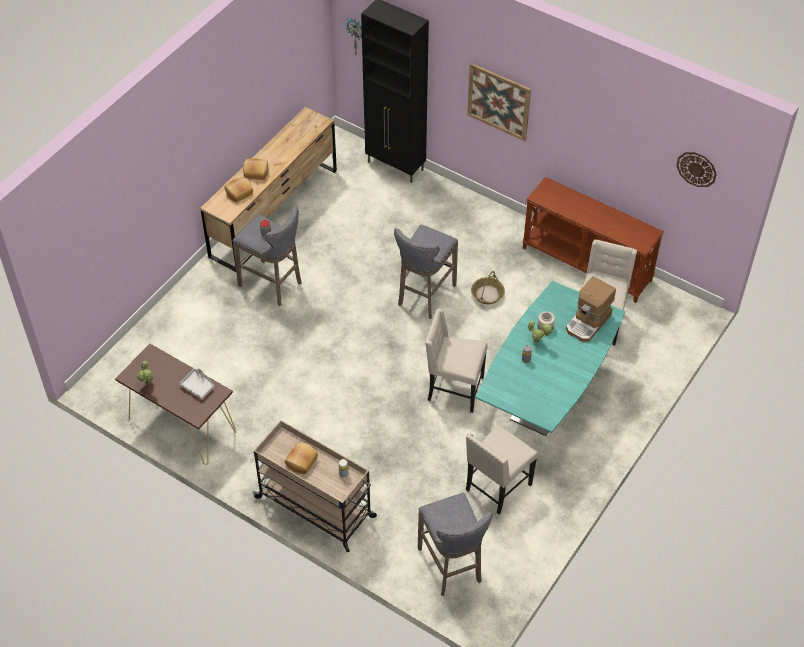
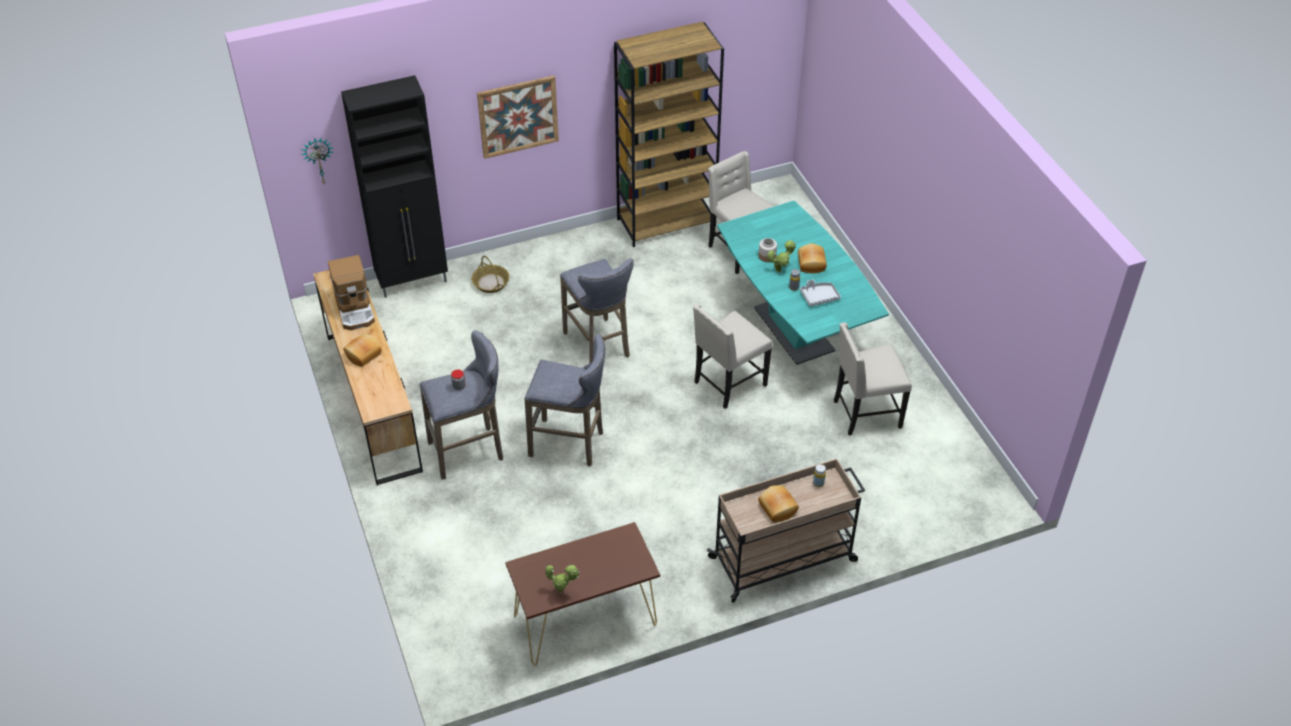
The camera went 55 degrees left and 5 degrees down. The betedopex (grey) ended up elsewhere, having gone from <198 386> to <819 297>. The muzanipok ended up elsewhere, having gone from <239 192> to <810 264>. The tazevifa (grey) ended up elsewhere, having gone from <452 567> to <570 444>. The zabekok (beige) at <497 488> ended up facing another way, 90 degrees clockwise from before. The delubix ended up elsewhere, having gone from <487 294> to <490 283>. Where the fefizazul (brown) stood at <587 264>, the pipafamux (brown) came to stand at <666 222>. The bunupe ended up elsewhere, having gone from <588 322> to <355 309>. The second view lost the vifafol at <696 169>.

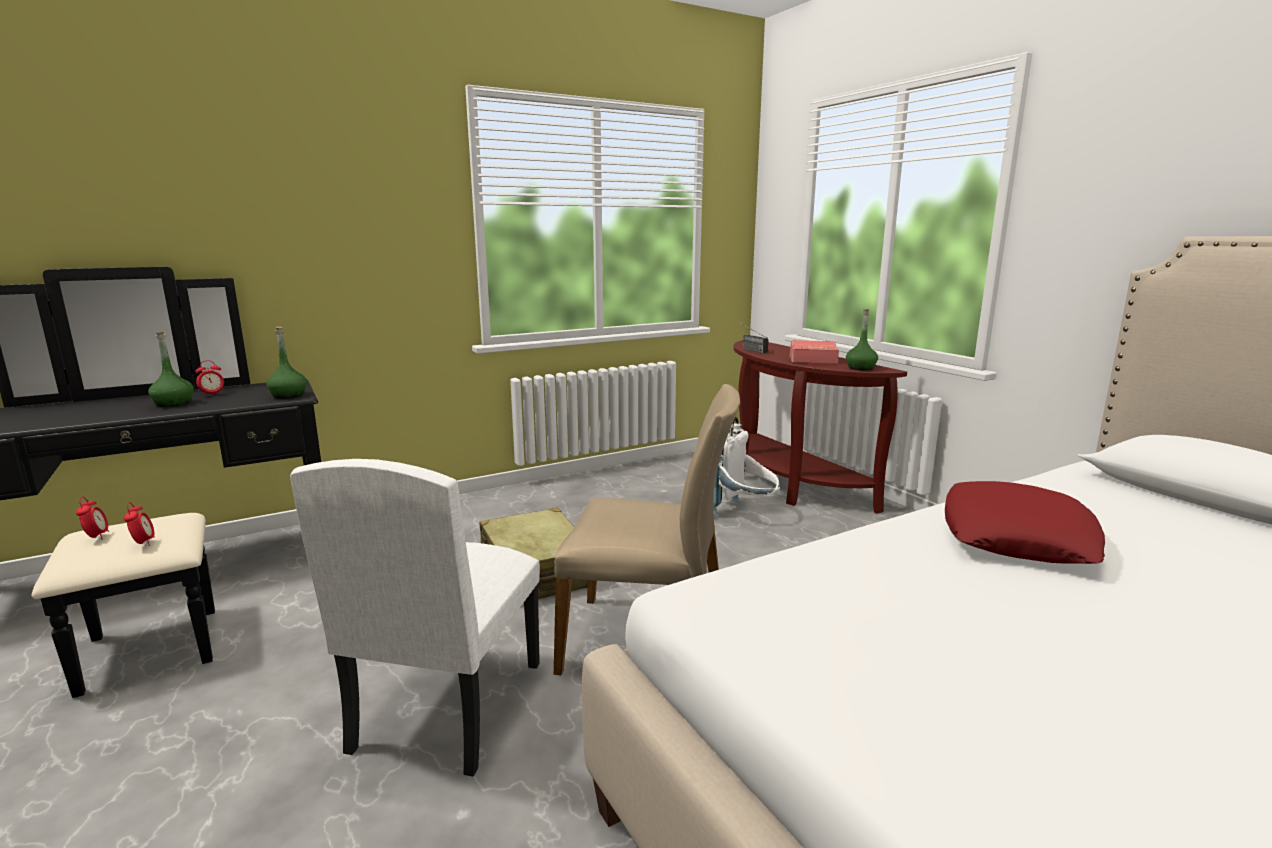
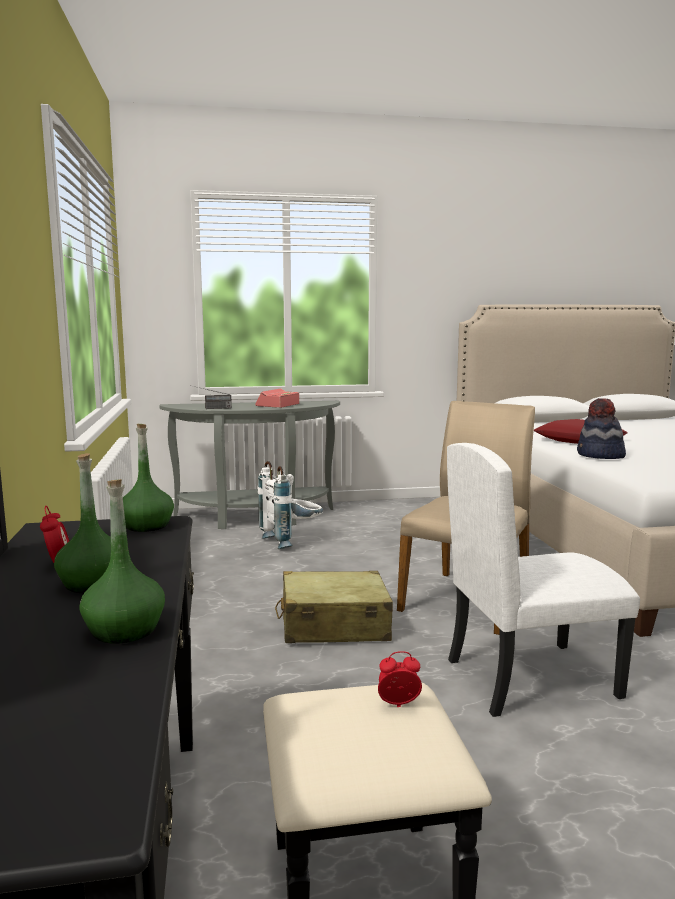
The camera went 70 degrees left and 5 degrees down. The second view lost the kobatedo at <97 537>. The zabekok (white) at <447 705> ended up facing another way, 135 degrees clockwise from before. What was the fefizazul (brown) at <788 484> turned into the fefizazul (grey) at <255 518>. The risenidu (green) ended up elsewhere, having gone from <860 368> to <124 630>. The second view gained the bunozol at <600 456>.

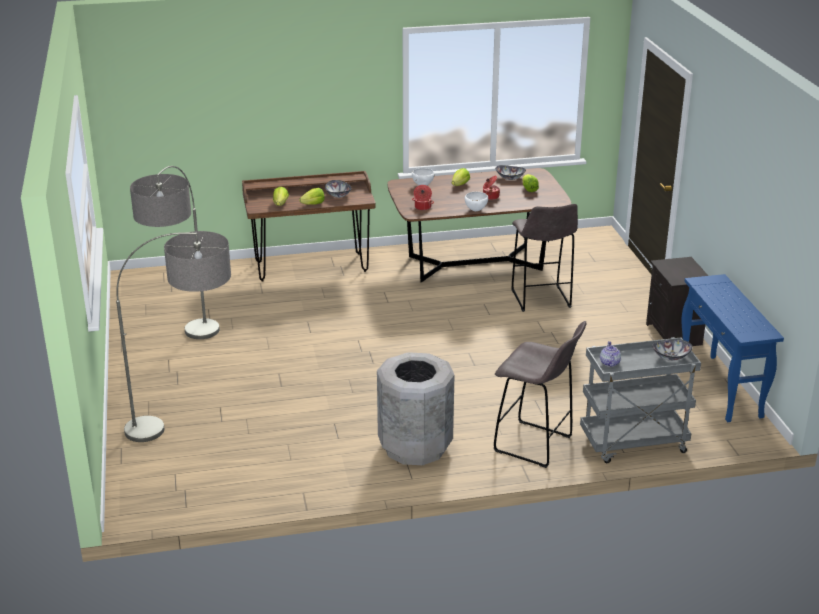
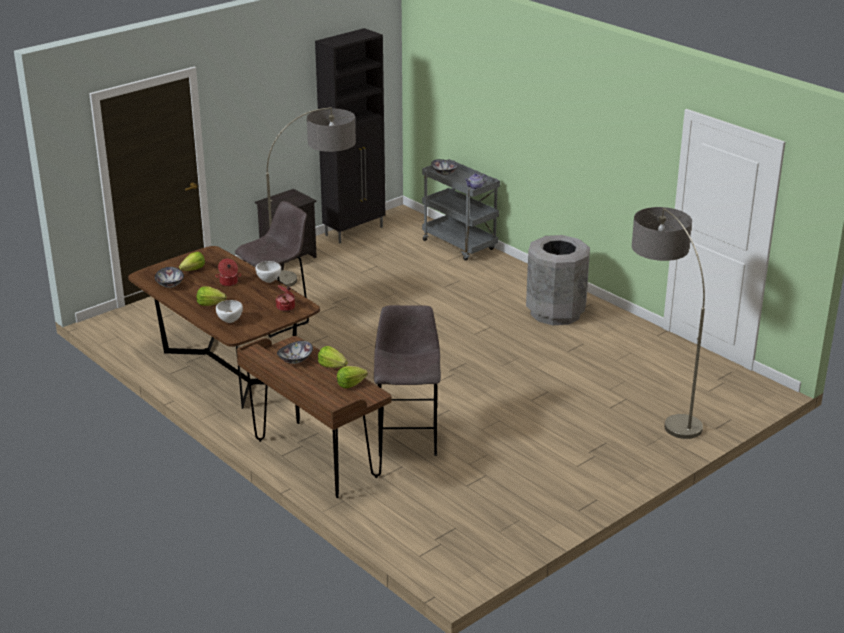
The camera went 120 degrees left and 0 degrees up. The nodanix ended up elsewhere, having gone from <186 351> to <318 275>. The tazevifa (grey) ended up elsewhere, having gone from <535 445> to <408 439>. Where the fefizazul (blue) stood at <721 388>, the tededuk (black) came to stand at <355 231>.

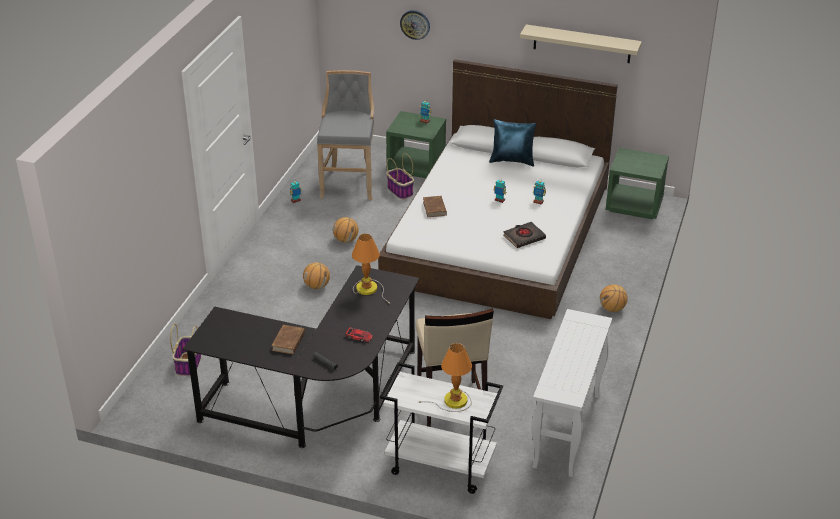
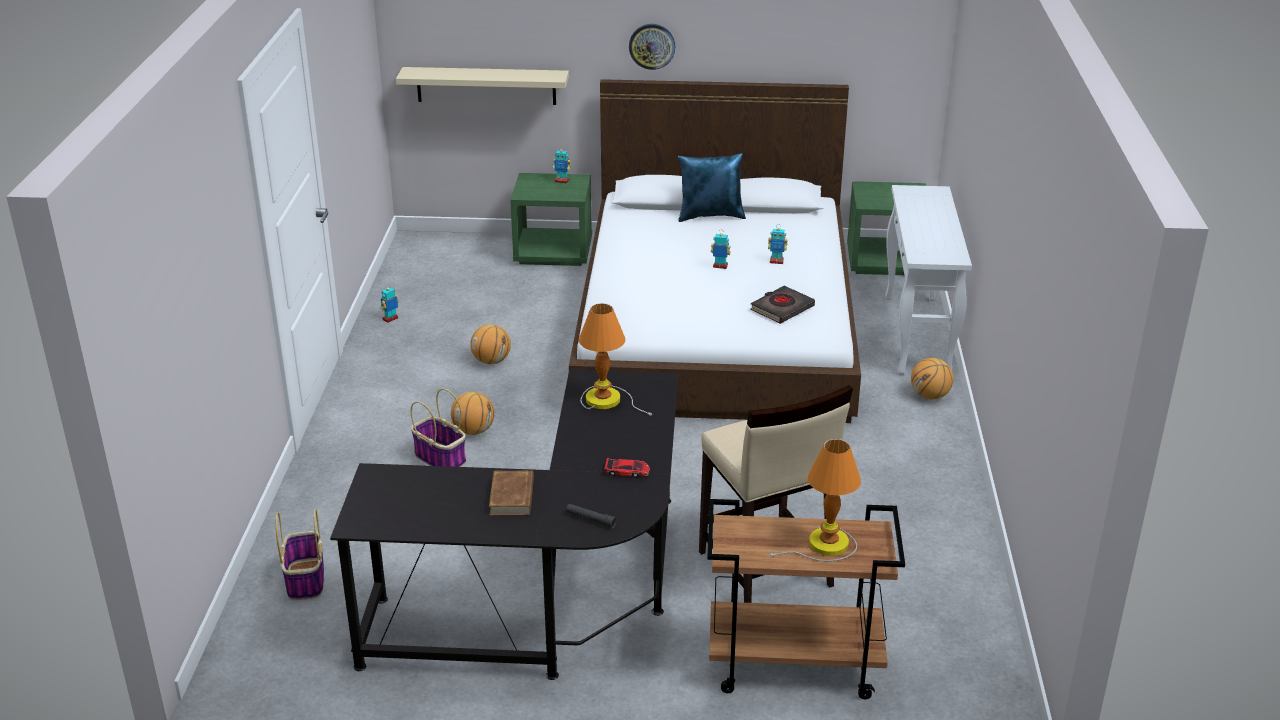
The camera went 15 degrees left and 5 degrees down. The second view lost the tazevifa (grey) at <349 182>. What was the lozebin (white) at <439 466> turned into the lozebin (brown) at <792 666>. The delubix ended up elsewhere, having gone from <400 191> to <441 459>. The vifafol ended up elsewhere, having gone from <415 24> to <652 46>. The second view lost the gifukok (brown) at <434 208>. The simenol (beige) ended up elsewhere, having gone from <582 44> to <486 85>. The fefizazul (white) ended up elsewhere, having gone from <567 431> to <917 335>.

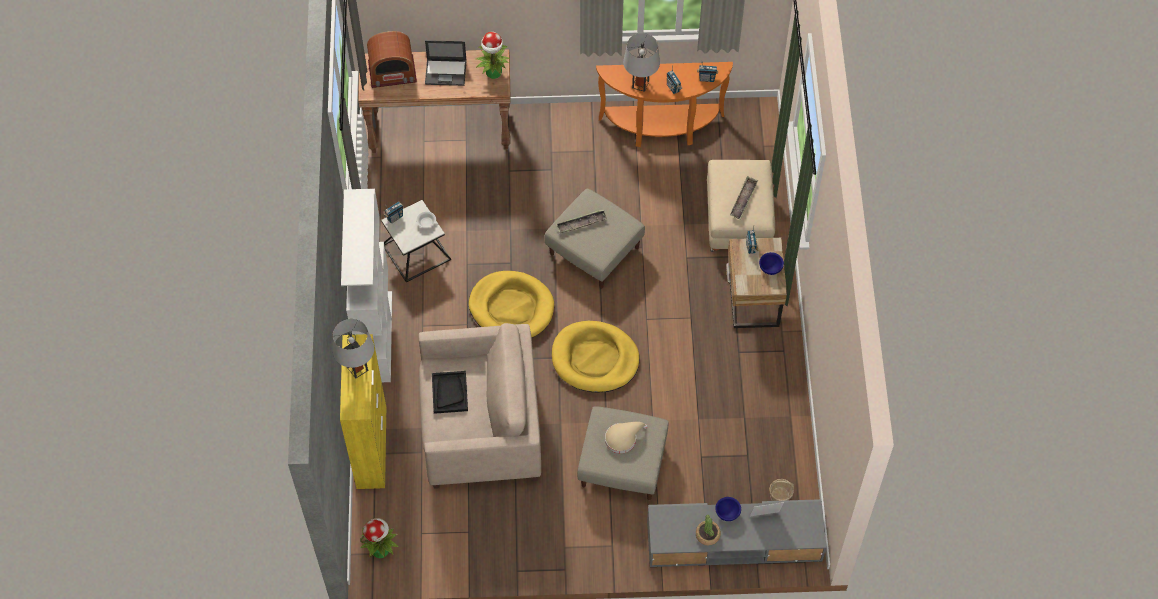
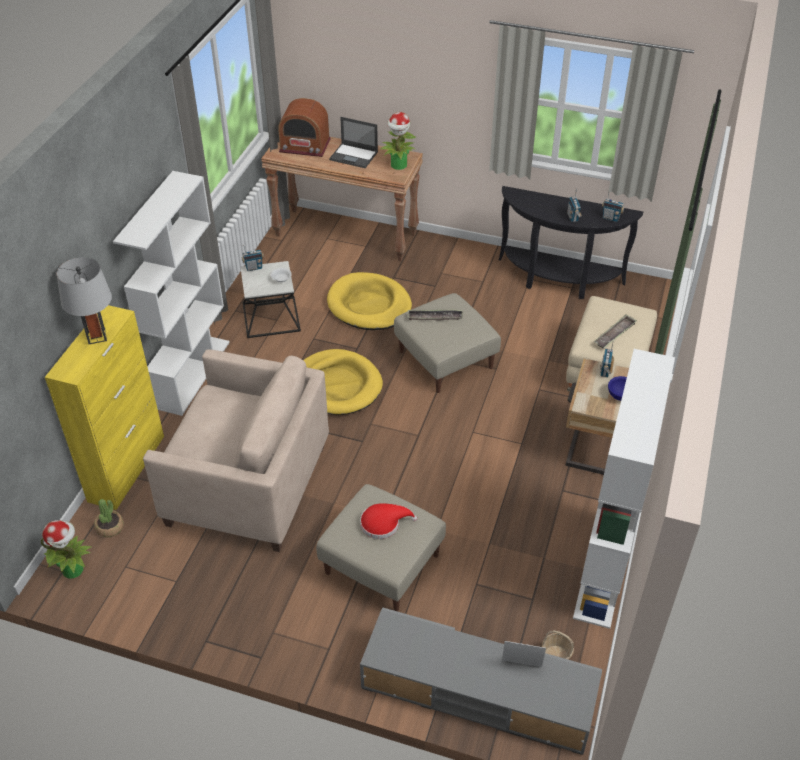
The camera went 20 degrees right and 15 degrees down. The second view lost the betedopex (black) at <449 392>. The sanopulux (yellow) ended up elsewhere, having gone from <595 359> to <369 305>. What was the fefizazul (orange) at <662 129> turned into the fefizazul (black) at <558 281>. What was the bunozol (beige) at <623 438> turned into the bunozol (red) at <383 523>. The second view lost the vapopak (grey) at <640 84>. The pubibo ended up elsewhere, having gone from <707 535> to <110 527>. The second view lost the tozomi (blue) at <727 513>. The second view gained the pipafamux (white) at <604 570>.

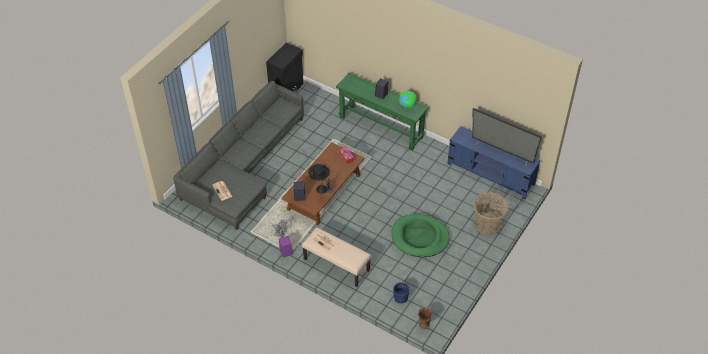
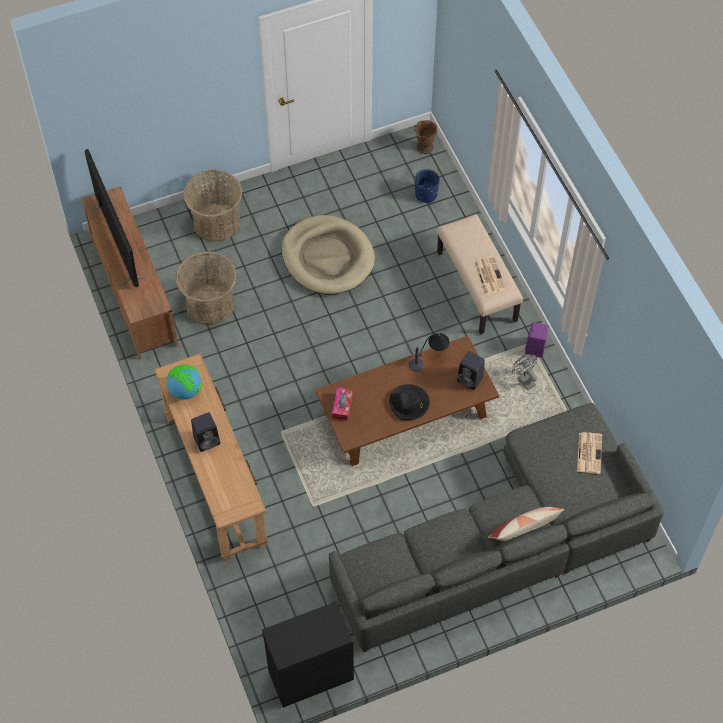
The camera went 145 degrees left and 10 degrees up. What was the fefizazul (green) at <381 127> turned into the fefizazul (brown) at <215 479>. What was the sanopulux (green) at <420 237> turned into the sanopulux (beige) at <327 258>. What was the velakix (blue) at <491 174> turned into the velakix (brown) at <133 290>. The second view gained the delubix at <210 304>. The second view gained the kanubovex at <524 530>.

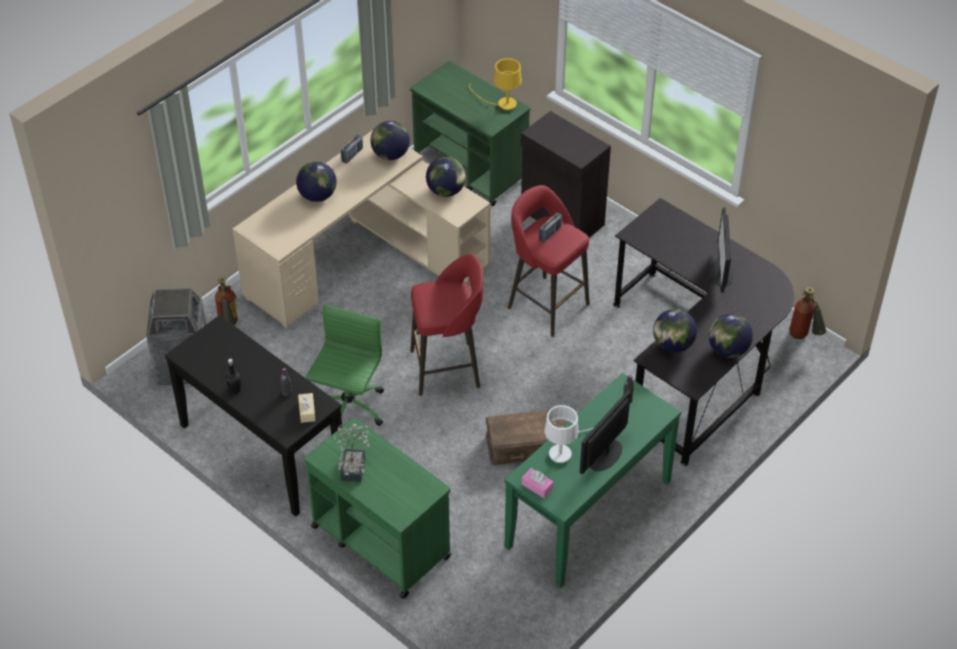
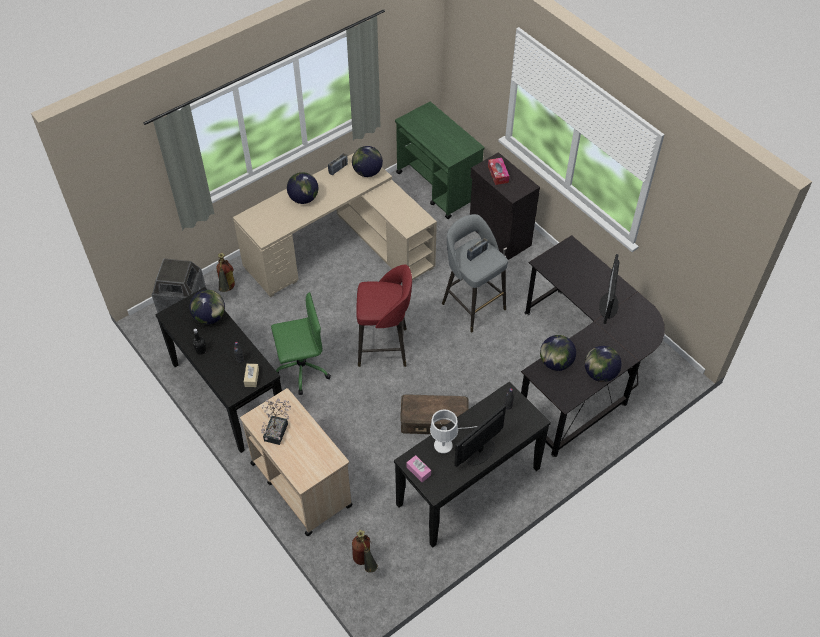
The camera went 10 degrees right and 5 degrees up. What was the lozebin (green) at <380 541> turned into the lozebin (beige) at <300 484>. The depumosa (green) at <348 408> ended up facing another way, 45 degrees clockwise from before. The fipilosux ended up elsewhere, having gone from <446 191> to <210 317>. The second view lost the vapopak (yellow) at <502 104>. What was the fefizazul (green) at <589 514> turned into the fefizazul (black) at <469 486>. What was the tazevifa (red) at <546 305> turned into the tazevifa (grey) at <472 305>. The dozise ended up elsewhere, having gone from <804 338> to <365 564>. The second view gained the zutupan at <498 174>.

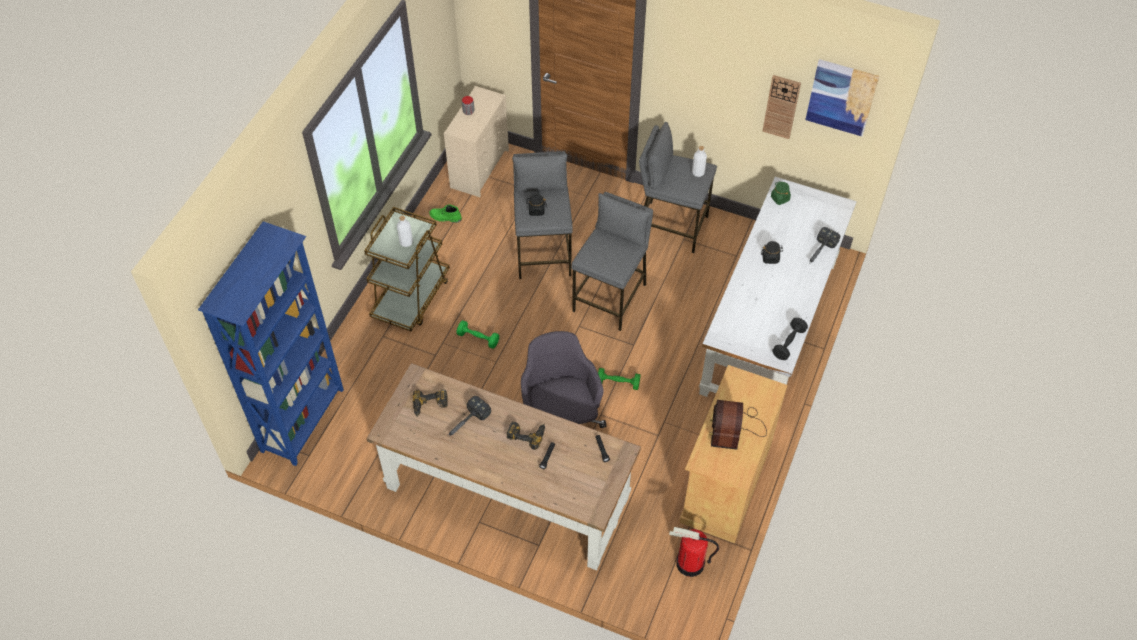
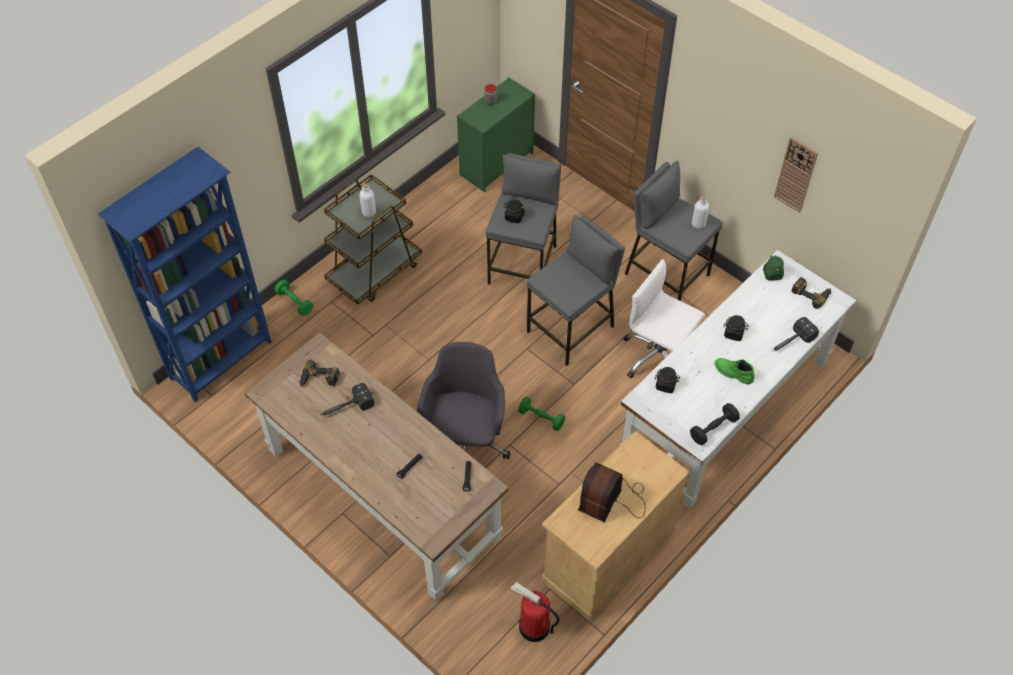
The camera went 20 degrees right and 0 degrees up. The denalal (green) ended up elsewhere, having gone from <445 217> to <733 373>. What was the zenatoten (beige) at <480 168> turned into the zenatoten (green) at <497 163>. The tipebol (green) ended up elsewhere, having gone from <478 338> to <294 302>. The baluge ended up elsewhere, having gone from <527 434> to <811 293>. The second view lost the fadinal at <841 97>. The second view gained the depumosa (white) at <658 357>. The second view gained the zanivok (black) at <666 385>.

